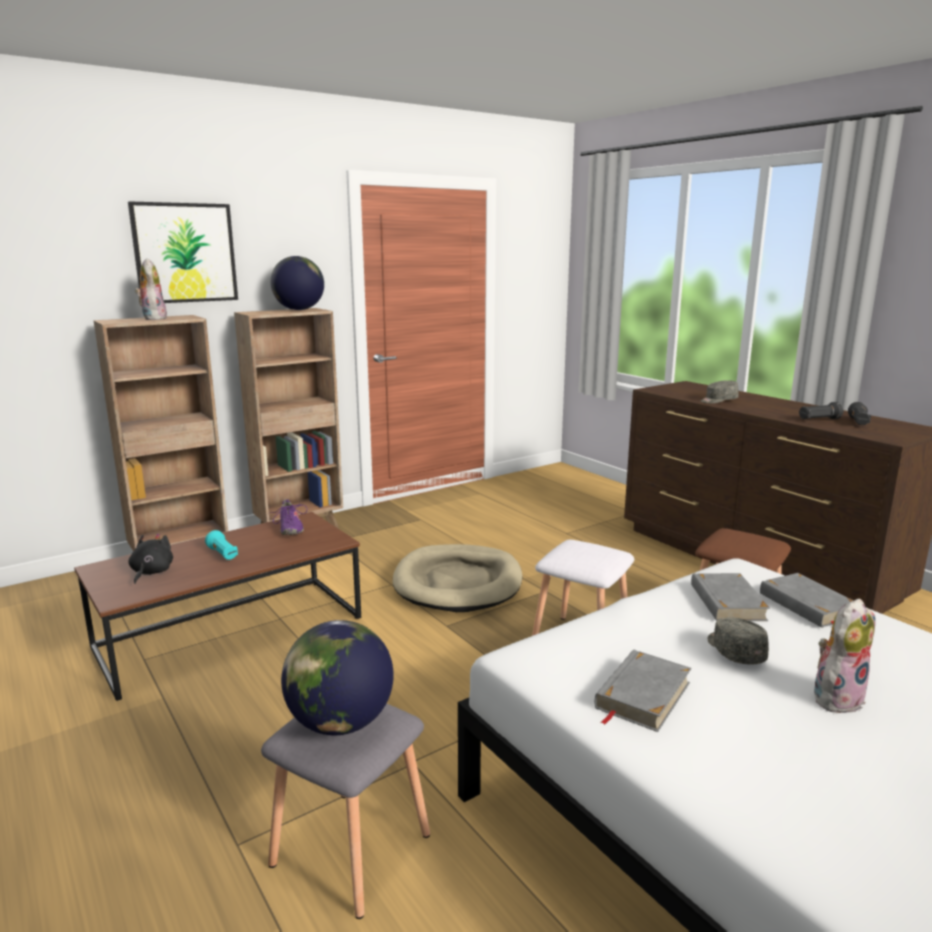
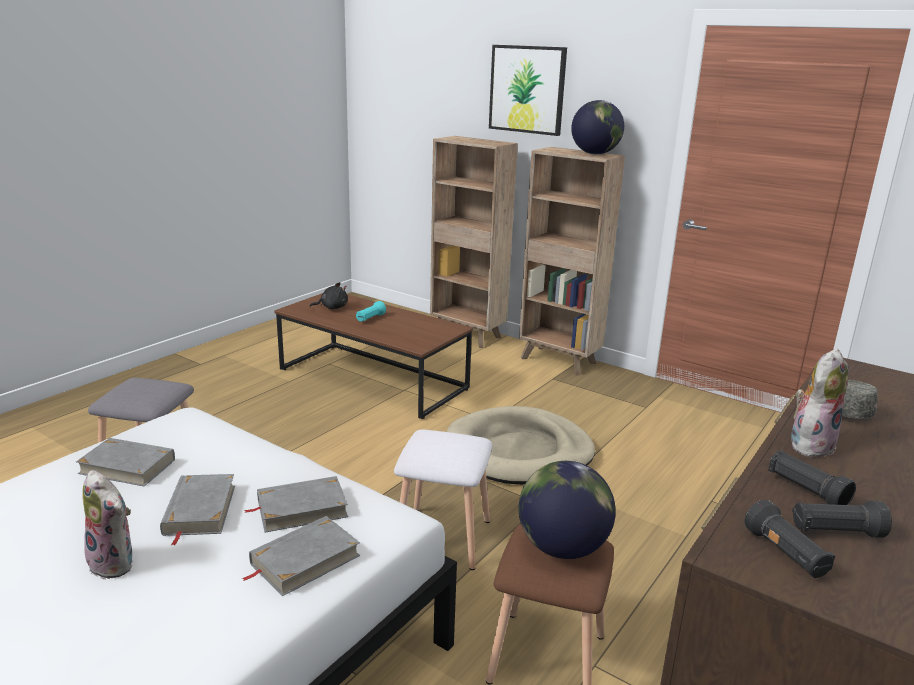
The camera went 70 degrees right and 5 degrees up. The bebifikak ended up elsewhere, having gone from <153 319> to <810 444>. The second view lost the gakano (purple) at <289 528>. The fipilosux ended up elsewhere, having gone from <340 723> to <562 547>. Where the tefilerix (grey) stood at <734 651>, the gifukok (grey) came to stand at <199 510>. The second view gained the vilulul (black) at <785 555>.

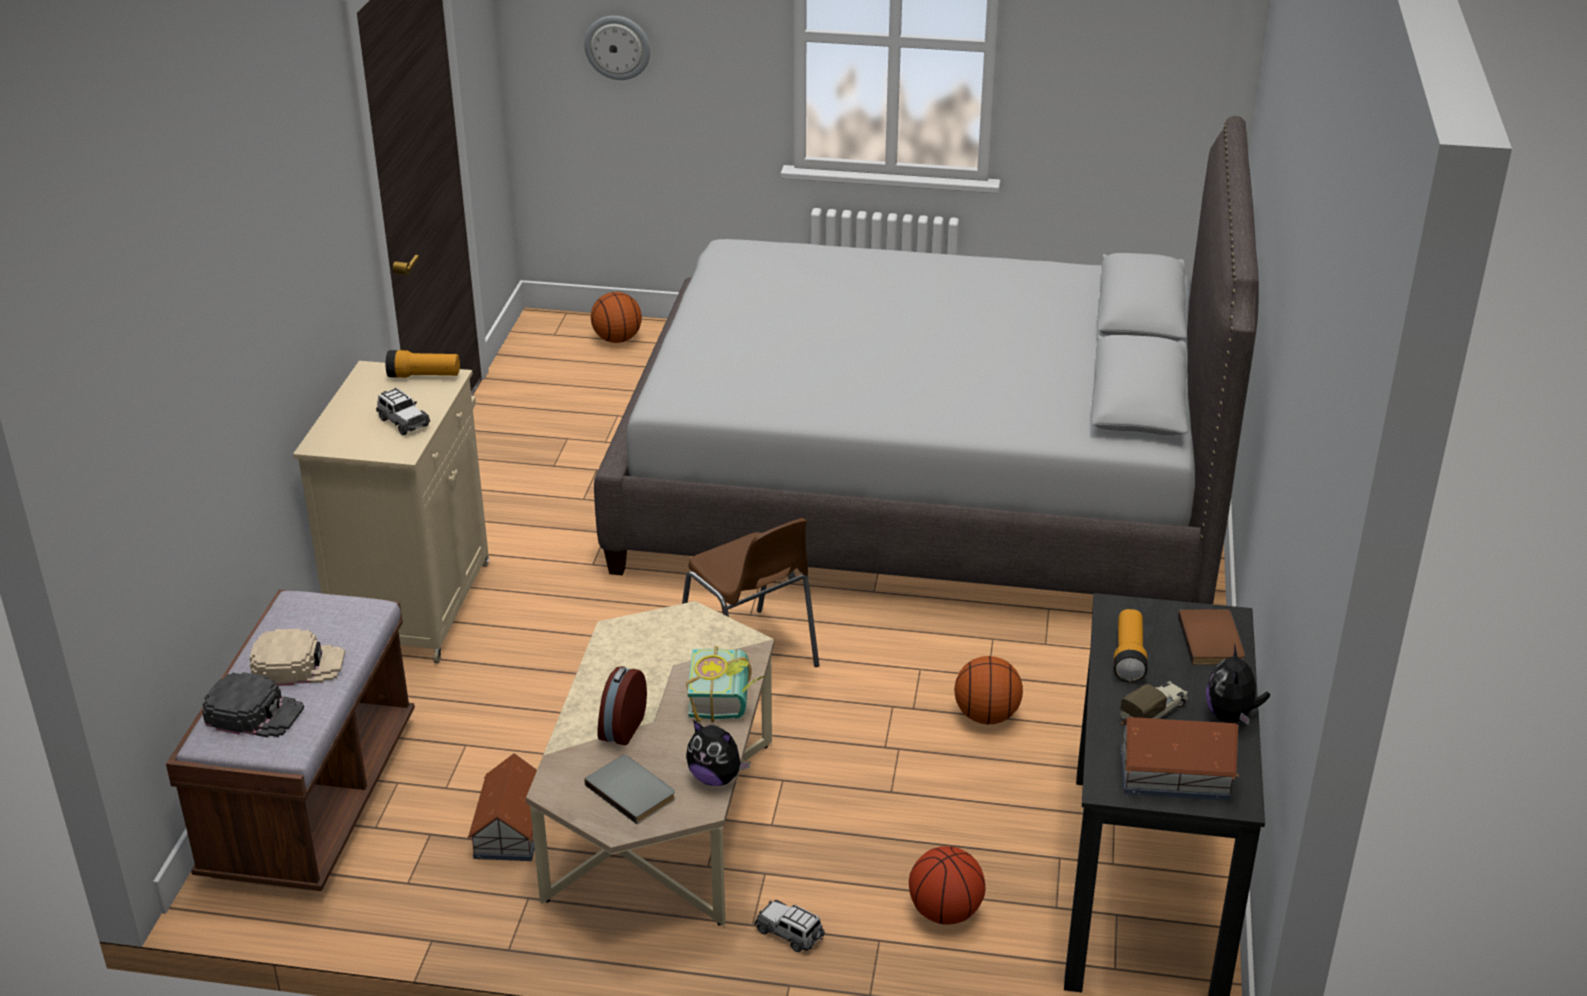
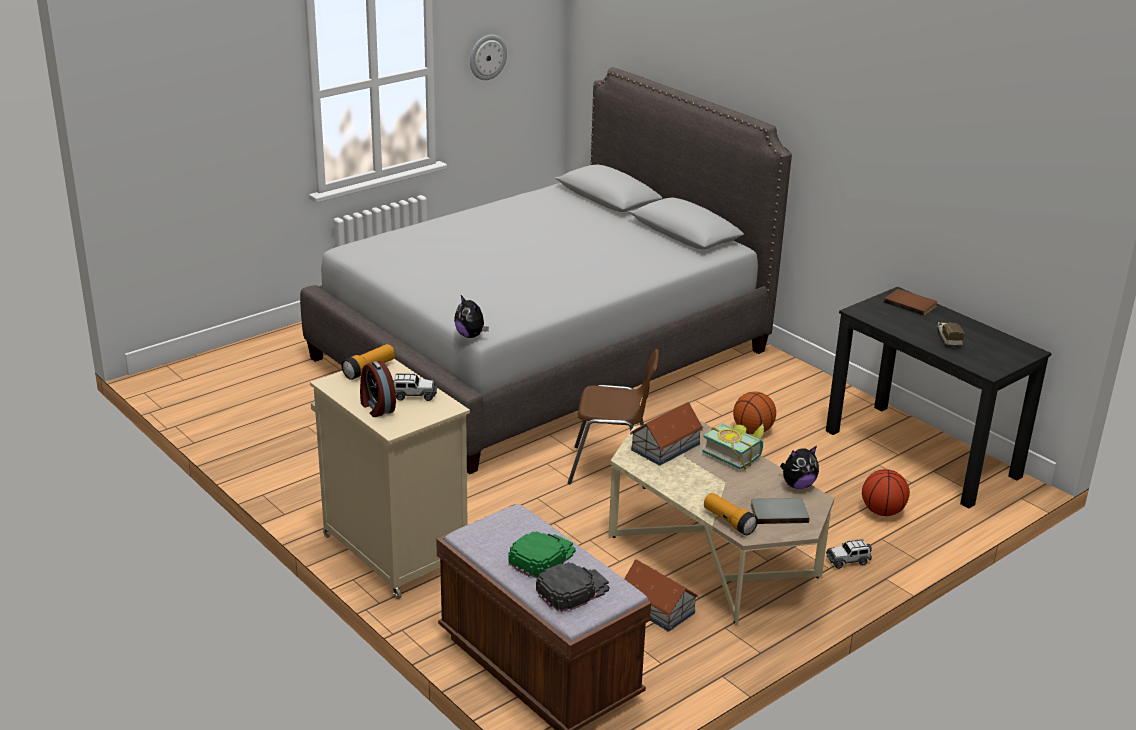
The camera went 50 degrees left and 5 degrees down. What was the tefilerix (beige) at <298 665> turned into the tefilerix (green) at <542 557>. The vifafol ended up elsewhere, having gone from <617 47> to <487 57>. The second view lost the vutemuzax at <617 339>. The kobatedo ended up elsewhere, having gone from <621 728> to <376 407>. The vilulul ended up elsewhere, having gone from <1128 657> to <729 522>. The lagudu ended up elsewhere, having gone from <1173 773> to <664 447>. The bebifikak ended up elsewhere, having gone from <1231 716> to <471 335>.

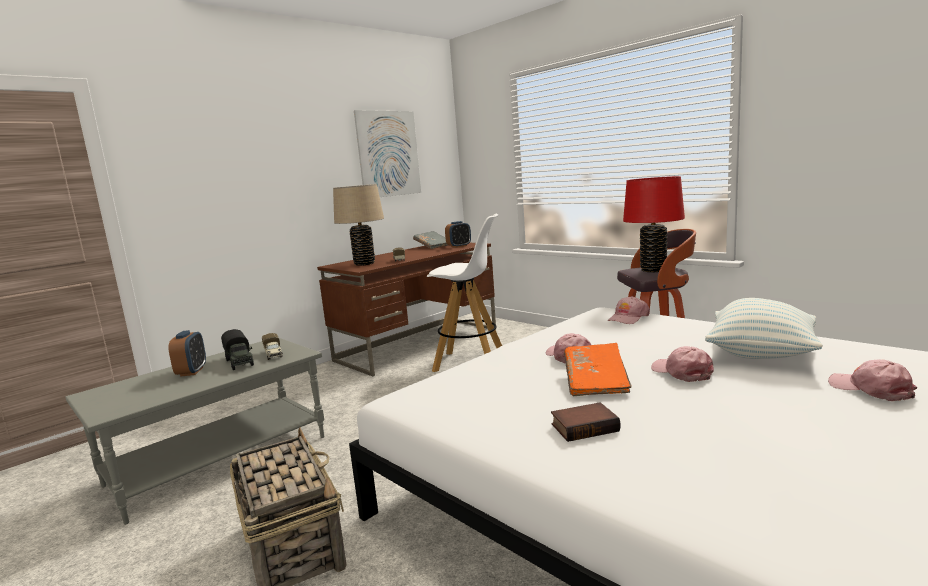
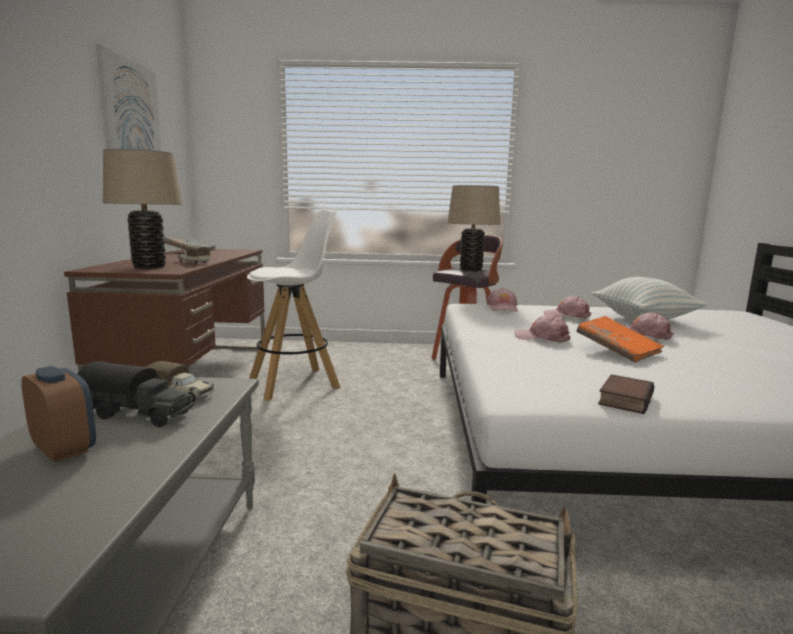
The camera went 45 degrees left and 0 degrees up. The second view lost the kobatedo at <459 246>. The gifukok ended up elsewhere, having gone from <585 426> to <623 399>. What was the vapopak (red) at <653 270> turned into the vapopak (beige) at <471 270>. The tefilerix (pink) ended up elsewhere, having gone from <871 389> to <567 316>.

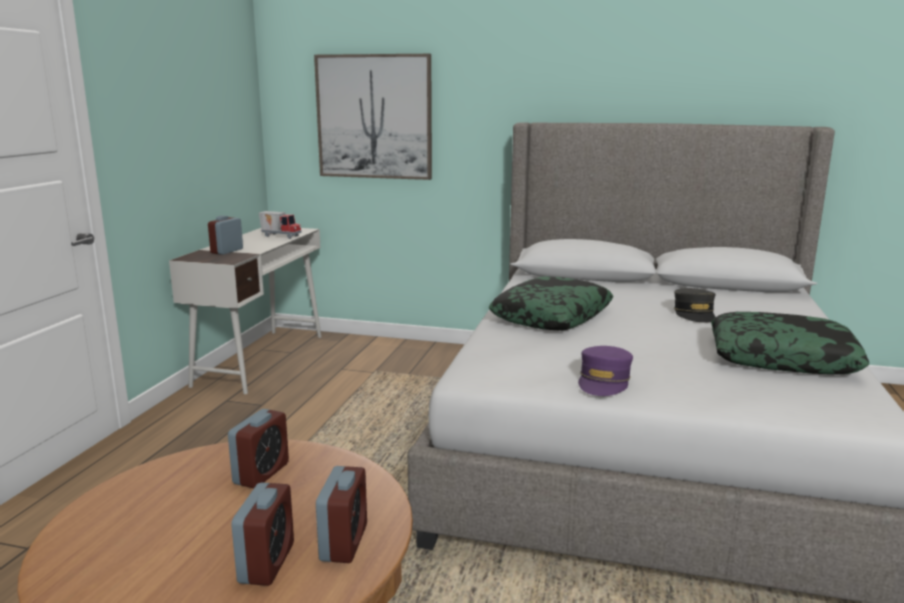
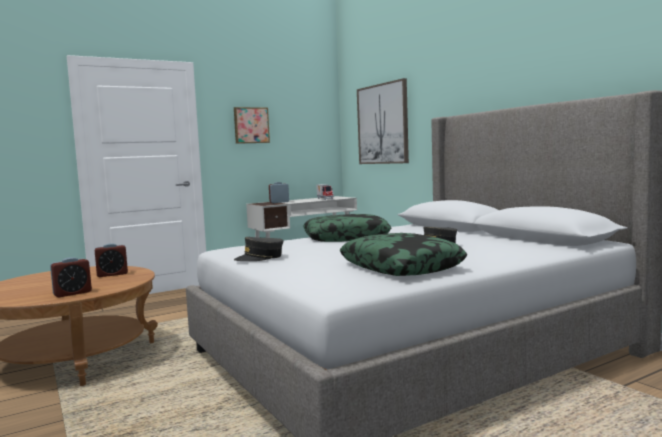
The camera went 45 degrees right and 10 degrees down. The second view lost the kobatedo at <267 563>. What was the tefilerix (purple) at <604 381> turned into the tefilerix (grey) at <260 258>. The second view gained the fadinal at <251 125>.

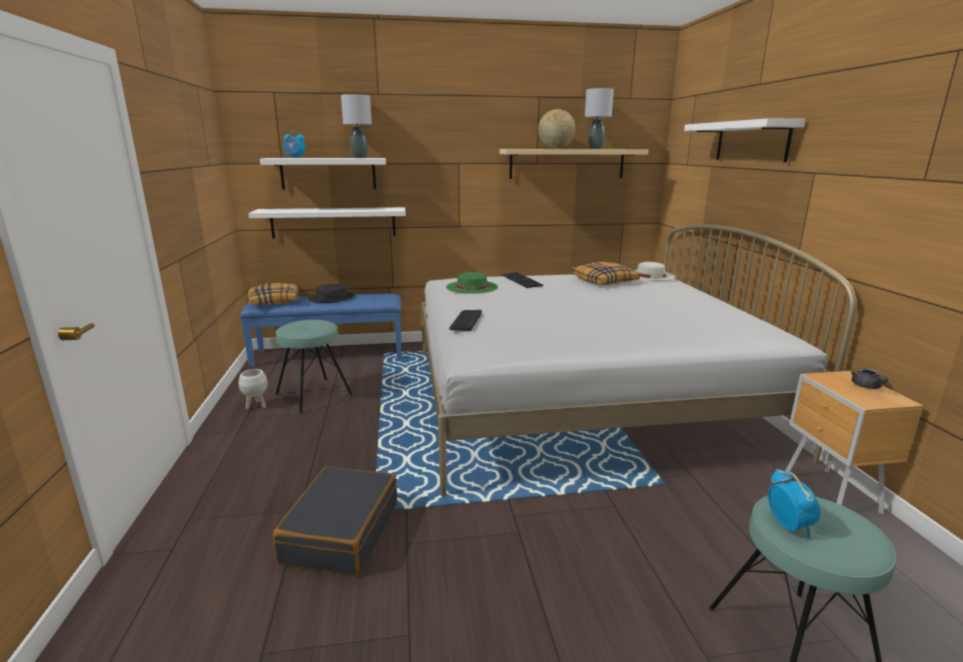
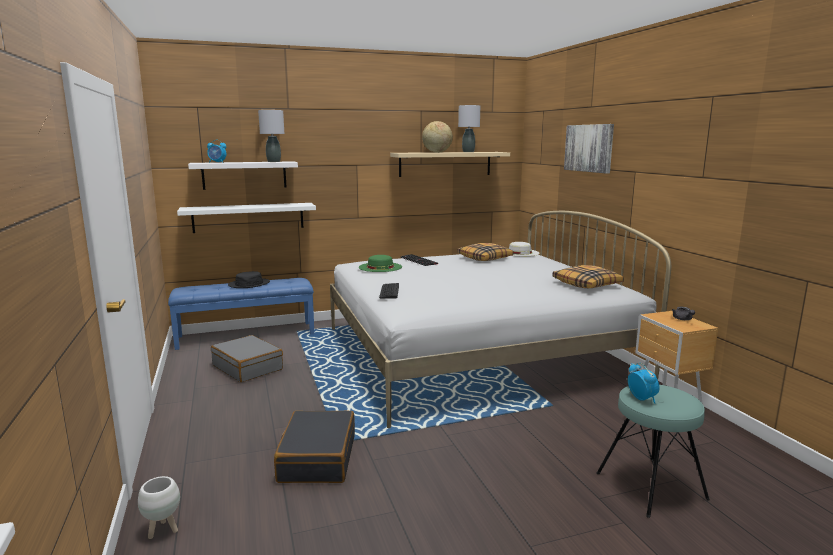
The camera went 10 degrees left and 5 degrees down. The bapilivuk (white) ended up elsewhere, having gone from <256 406> to <163 530>. The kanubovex ended up elsewhere, having gone from <275 301> to <587 284>. Where the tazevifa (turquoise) stood at <314 395>, the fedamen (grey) came to stand at <248 367>. Where the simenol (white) hung at <751 141>, the fadinal came to hang at <589 148>.

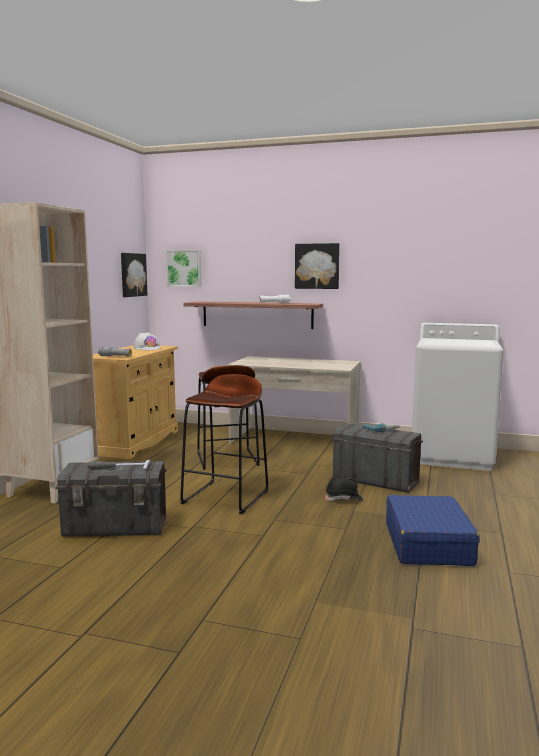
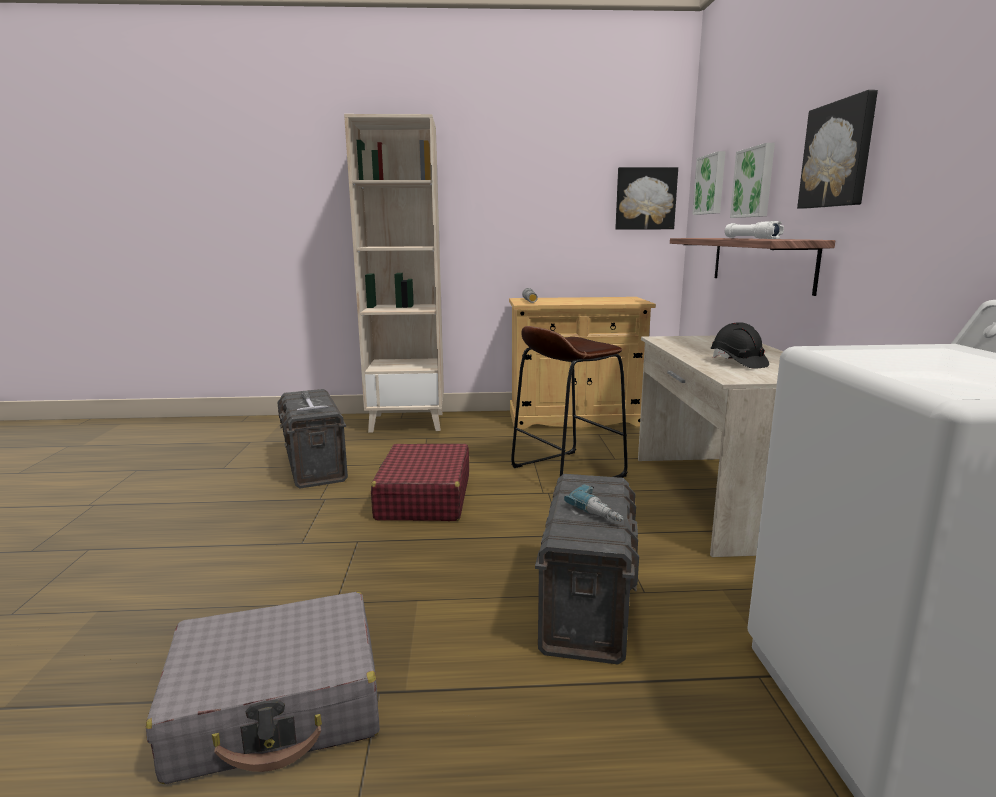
The camera went 70 degrees right and 5 degrees up. The second view lost the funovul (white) at <147 348>. Where the tazevifa (brown) stood at <226 497>, the fedamen (red) came to stand at <424 498>. The funovul (black) ended up elsewhere, having gone from <344 499> to <737 363>. What was the fedamen (blue) at <428 544> turned into the fedamen (grey) at <278 705>. The second view gained the fadinal at <754 182>.

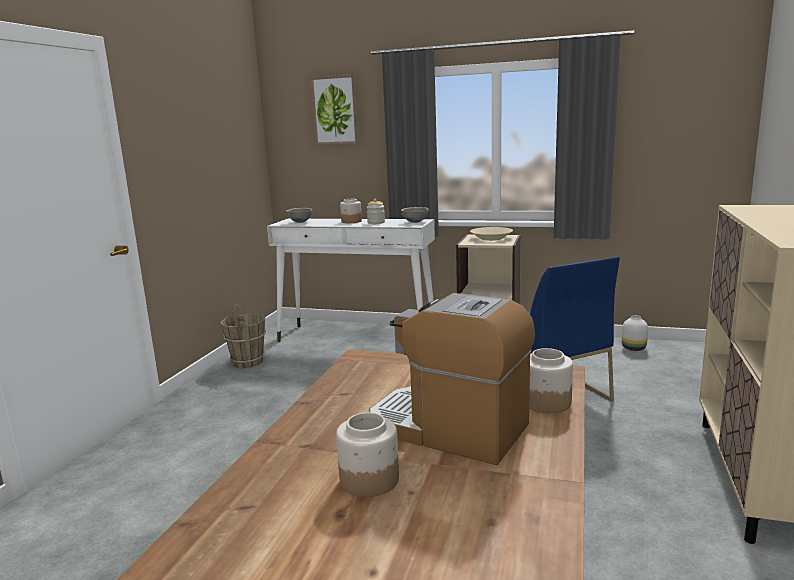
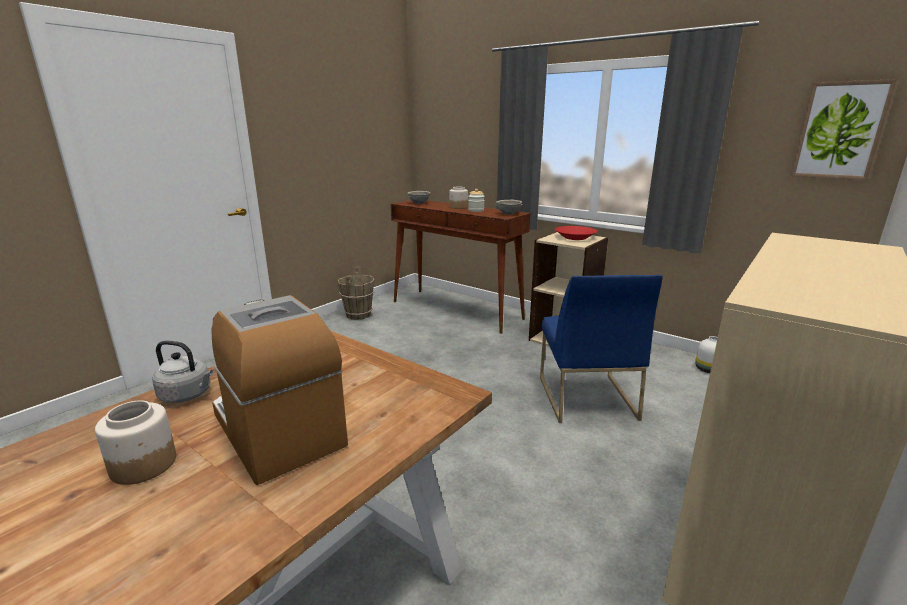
The camera went 20 degrees right and 5 degrees up. What was the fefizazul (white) at <358 338> turned into the fefizazul (brown) at <456 310>. The fadinal ended up elsewhere, having gone from <335 110> to <840 131>. What was the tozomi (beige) at <491 238> turned into the tozomi (red) at <575 237>. The second view lost the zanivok at <546 402>. The second view gained the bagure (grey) at <188 395>.

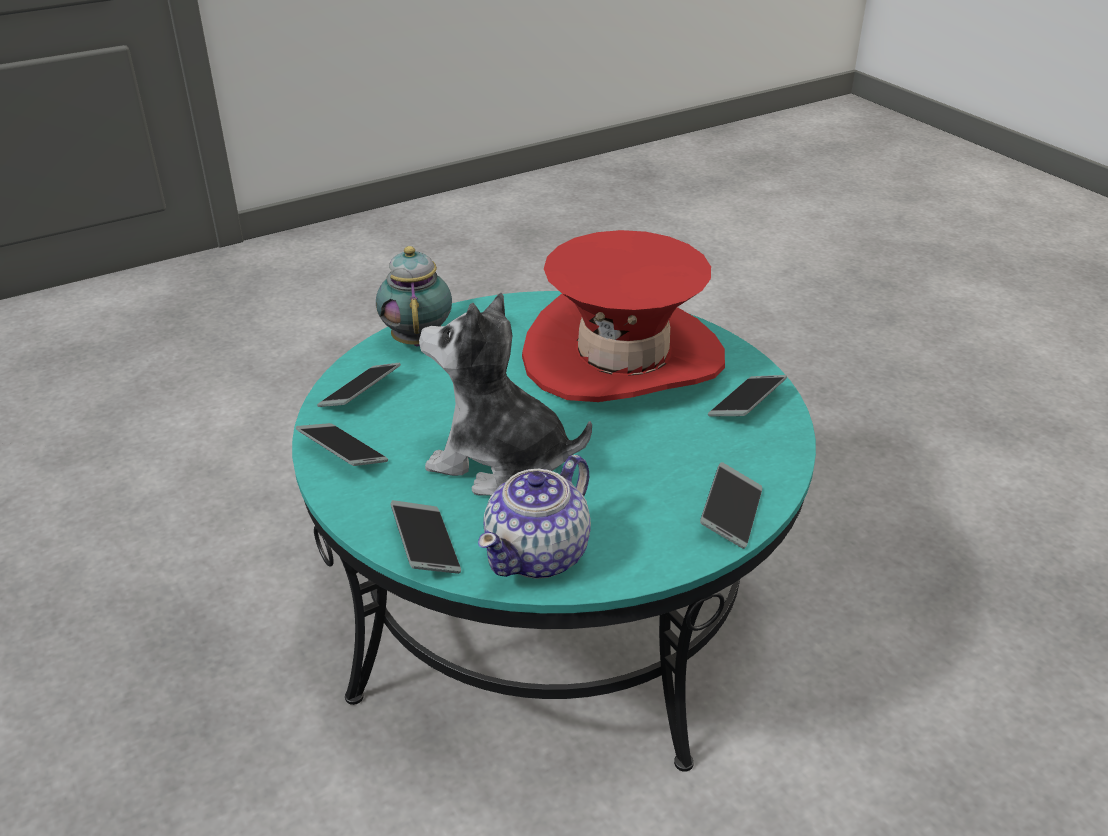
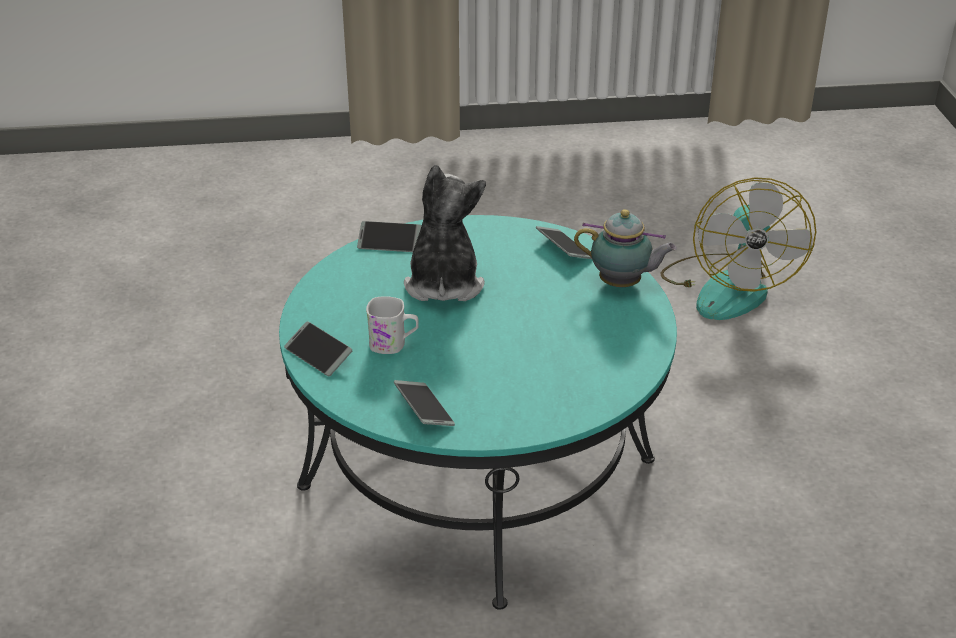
The camera went 115 degrees right and 0 degrees up. The second view lost the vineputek at <343 452>. The bebifikak at <500 462> ended up facing another way, 45 degrees counterclockwise from before. The second view lost the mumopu at <539 554>. The second view lost the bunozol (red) at <623 356>. The second view gained the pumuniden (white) at <394 344>. The second view gained the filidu at <728 287>.

